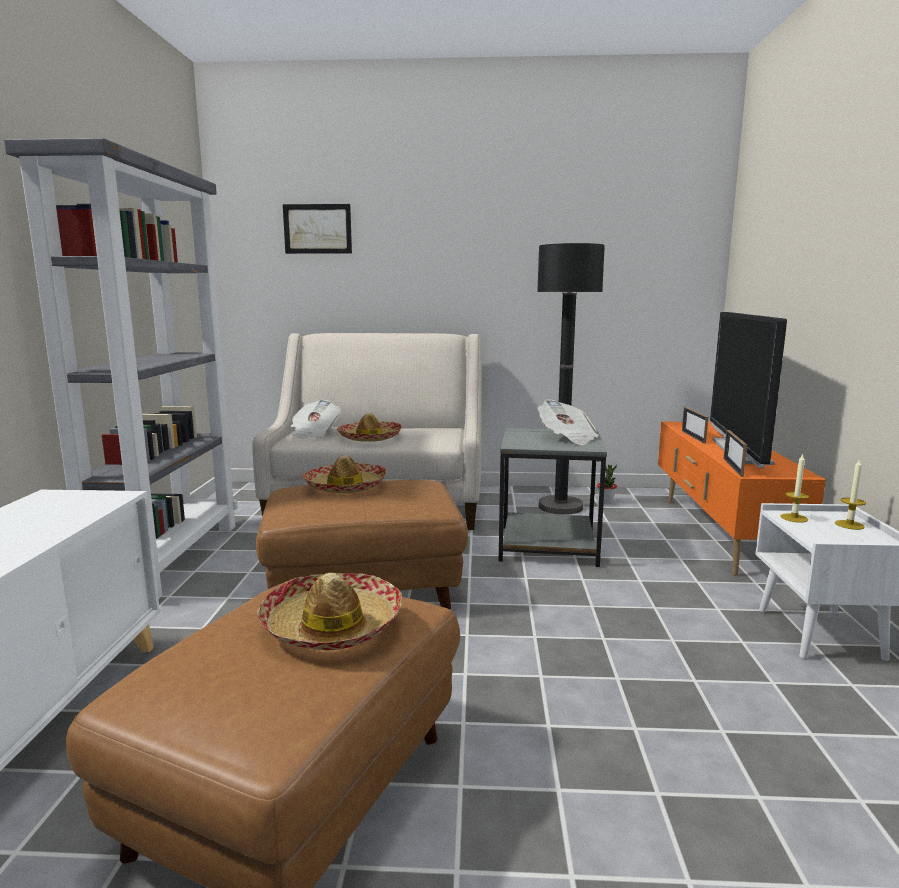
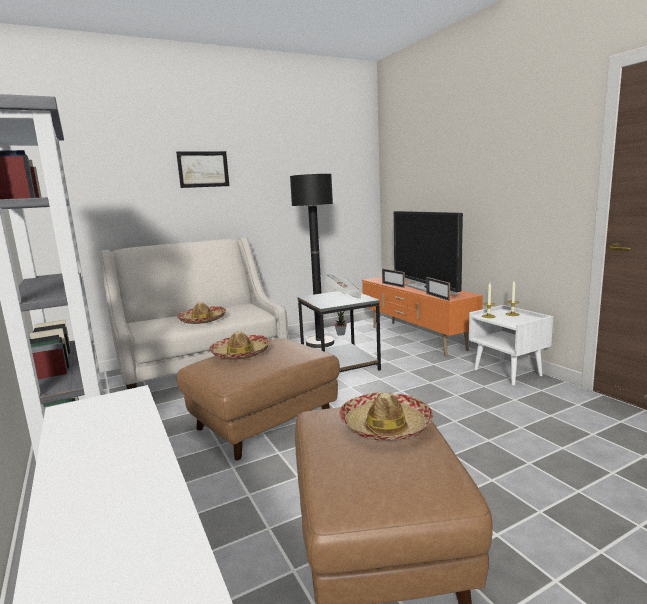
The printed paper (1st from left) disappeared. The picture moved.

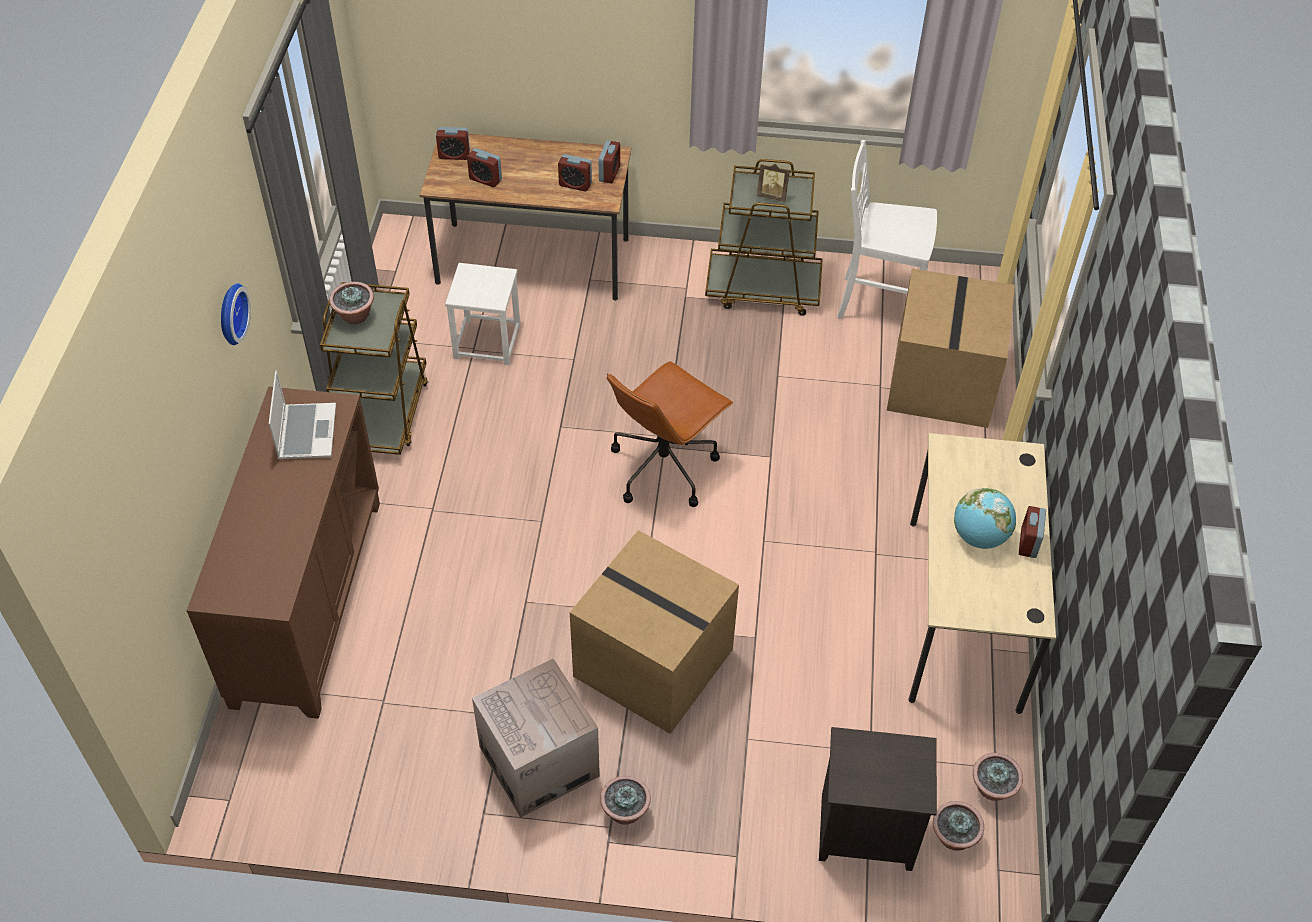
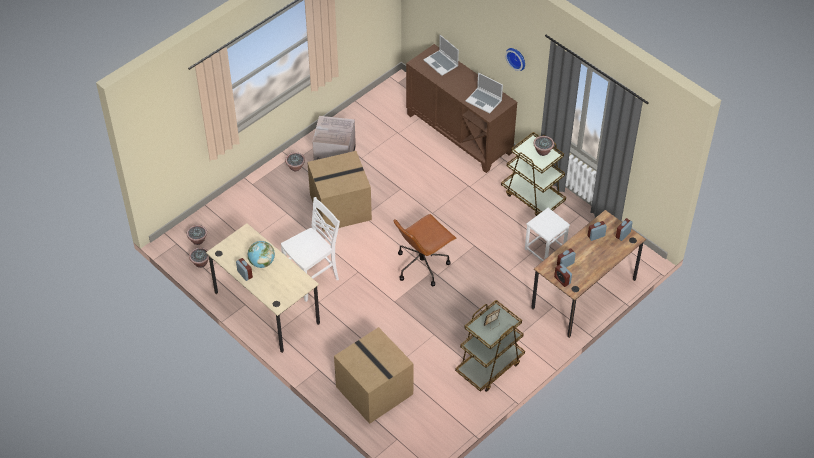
The bedside table (black-coloured) disappeared. The laptop (1st from left) appeared. The plain chair (white-coloured) moved. The desk chair (brown-coloured) turned 120 degrees counterclockwise.

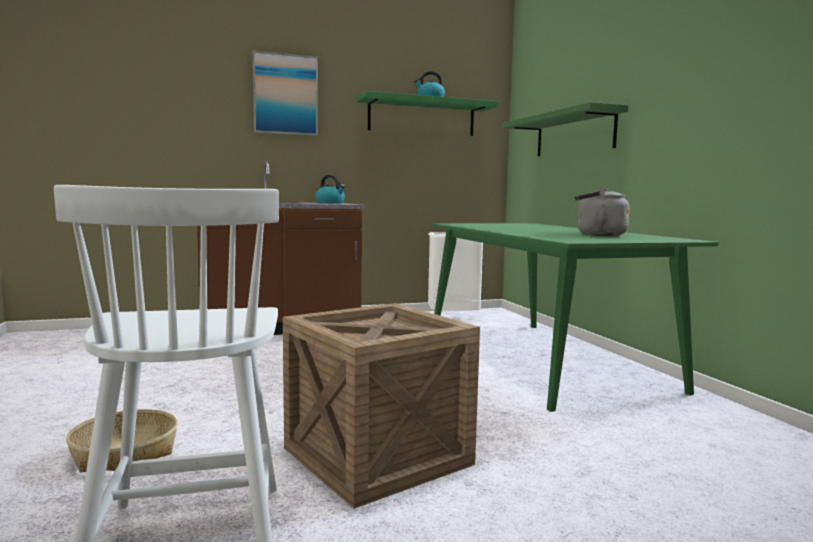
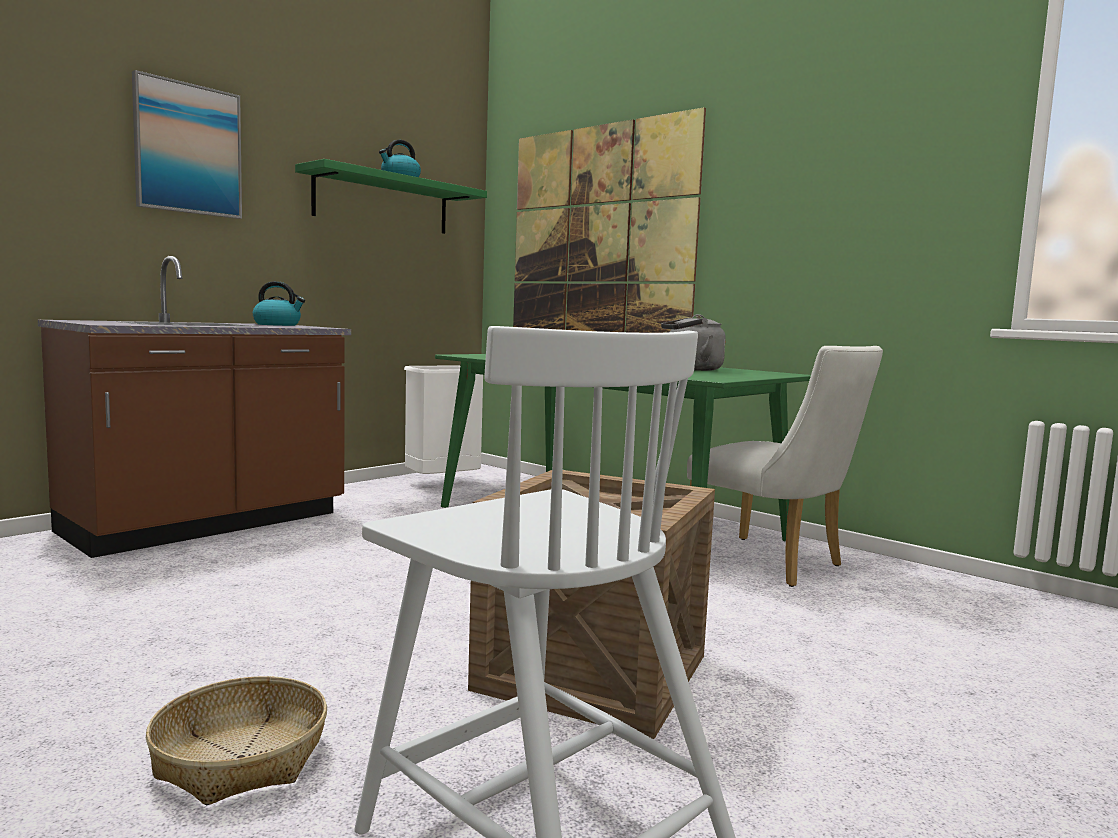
The plain chair (white-coloured) (2nd from left) appeared. The bracket shelf (green) (2nd from left) was replaced by the picture (2nd from left).

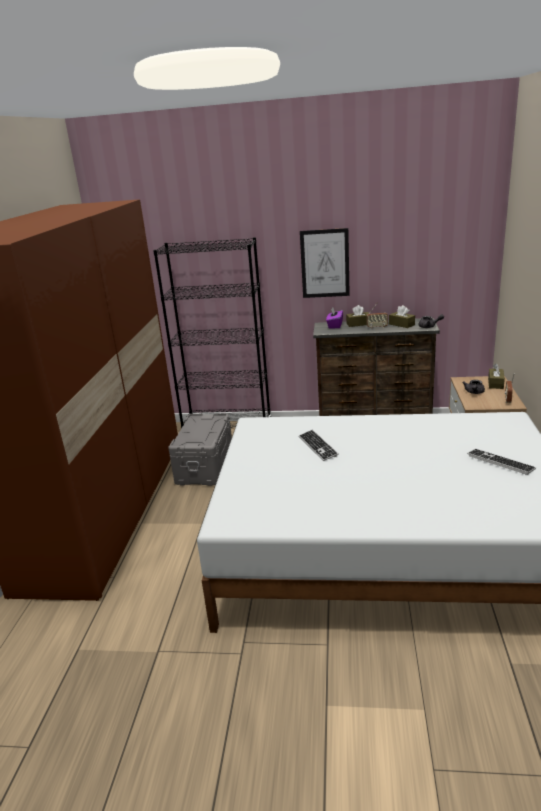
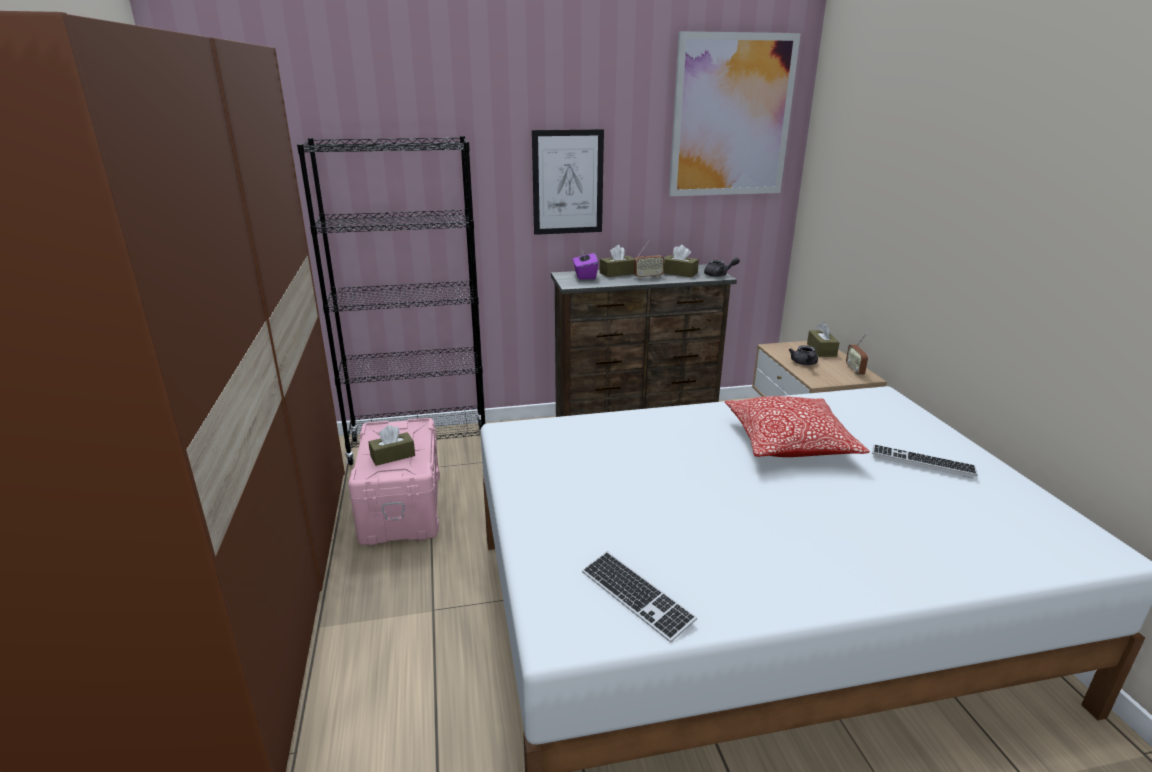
The tissue holder (brown-coloured) (1st from left) appeared. The picture (2nd from left) appeared. The pillow appeared. The keyboard (1st from left) moved. The storage container (gray) became the storage container (pink-coloured).

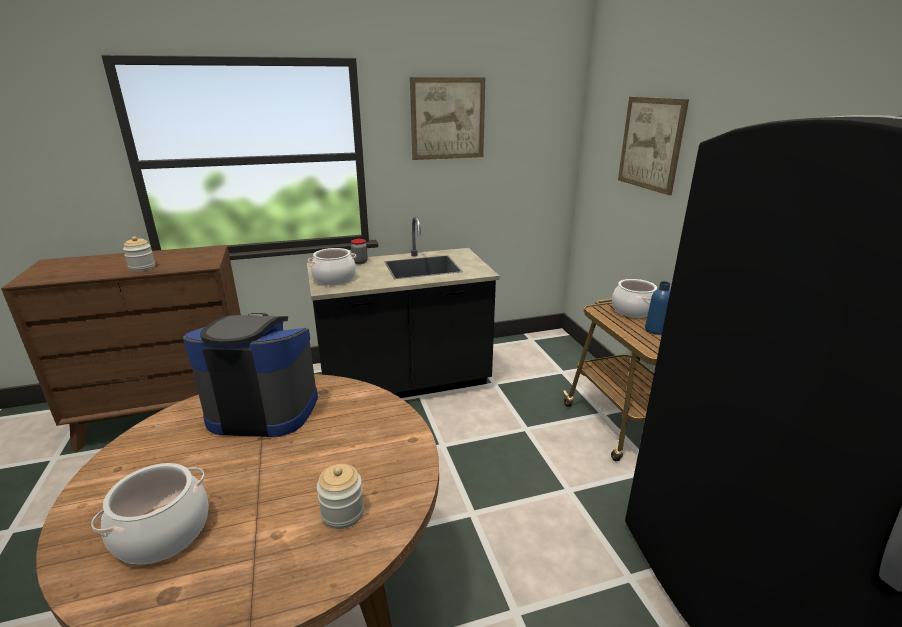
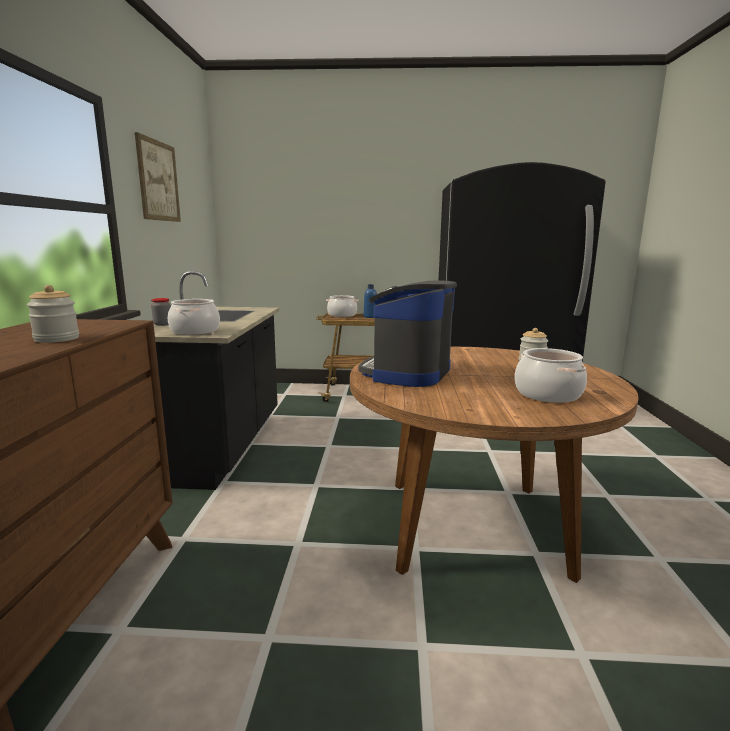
The picture (2nd from left) disappeared.

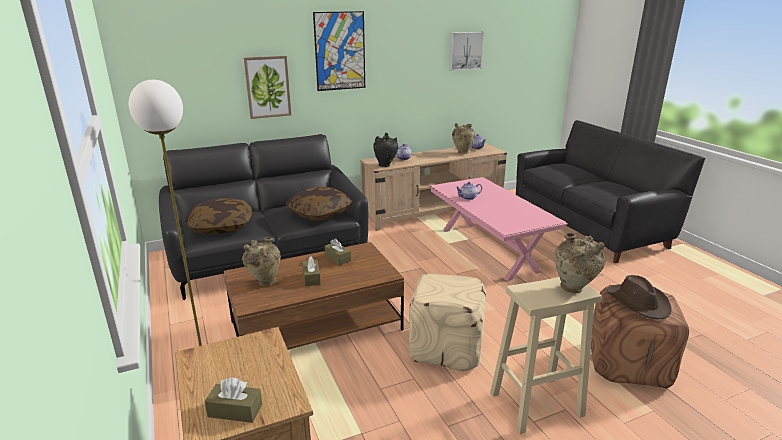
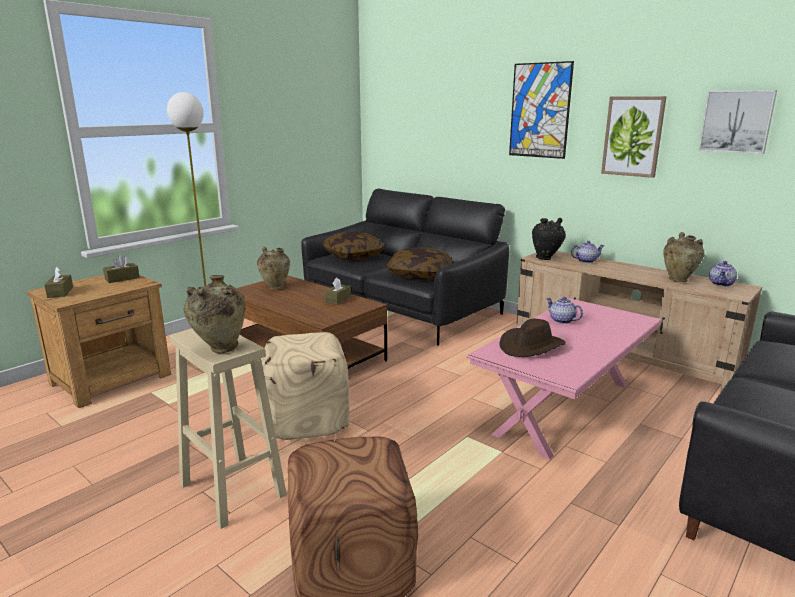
The picture (1st from left in the first image) moved. The tissue holder (brown-coloured) (2nd from left) moved. The clothing hat (brown-coloured) moved.

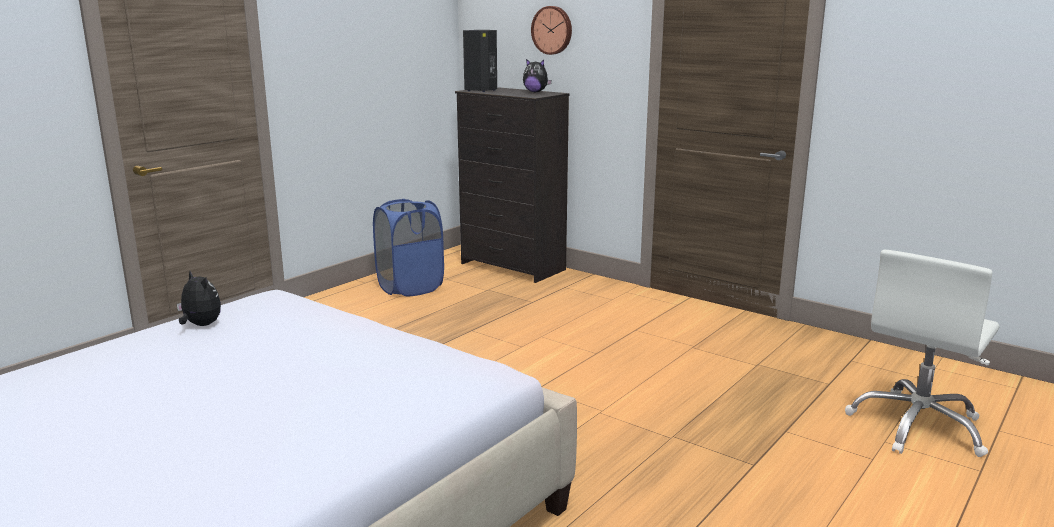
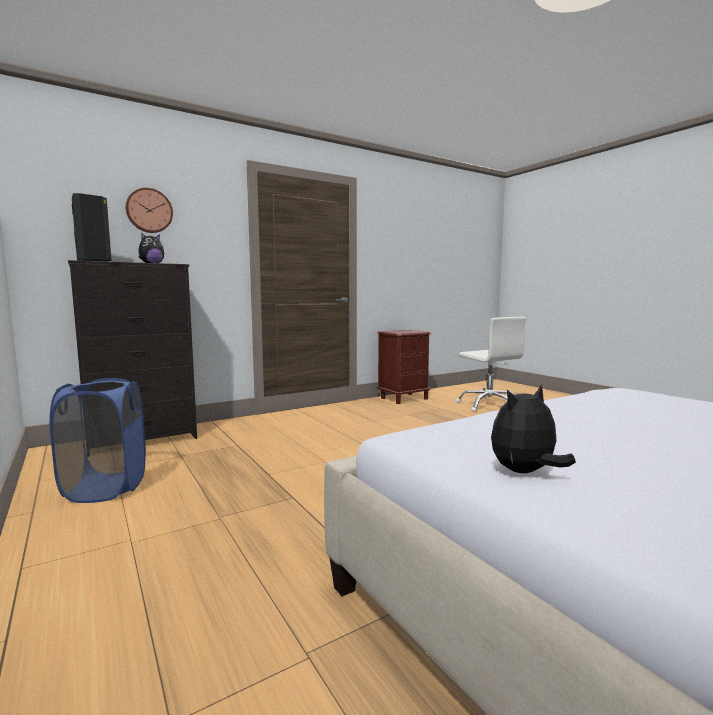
The bedside table (brown-coloured) appeared.

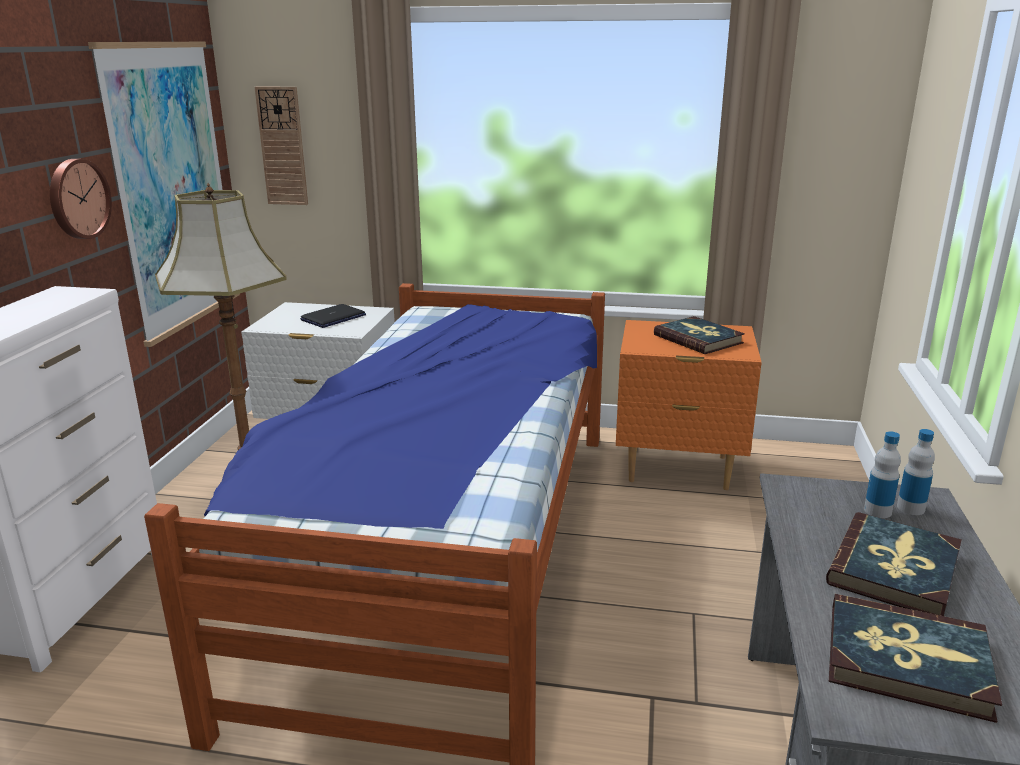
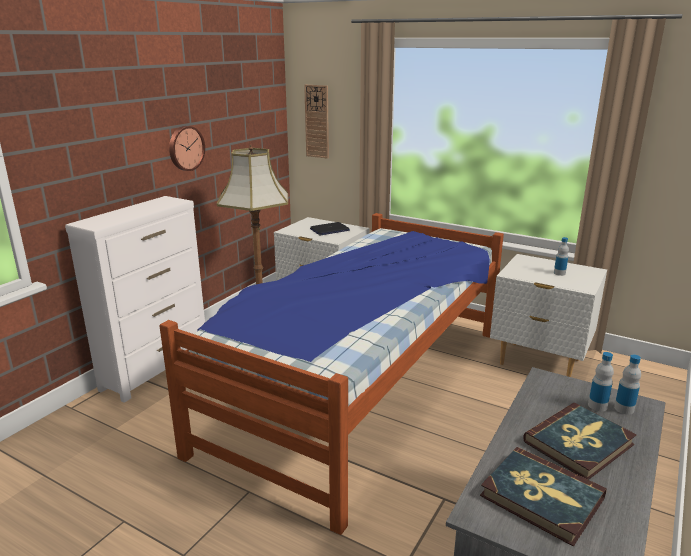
The picture disappeared. The book (1st from left) was replaced by the drink bottle (1st from left). The bedside table (orange) became the bedside table (white-coloured) (2nd from left).

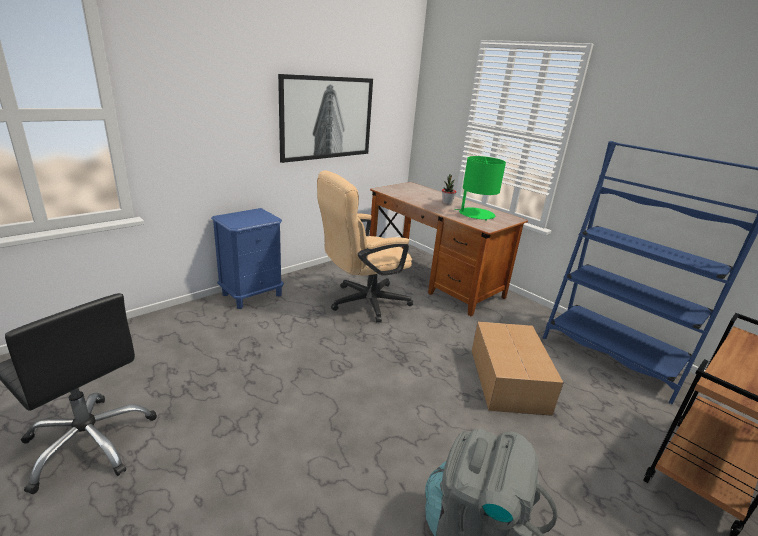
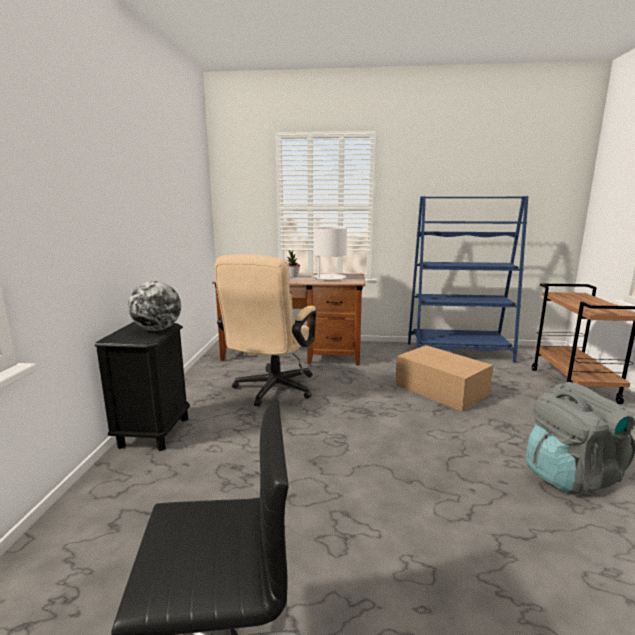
The picture disappeared. The world globe appeared. The bedside table (bluish) became the bedside table (black-coloured). The tabletop lamp (green) became the tabletop lamp (white-coloured).

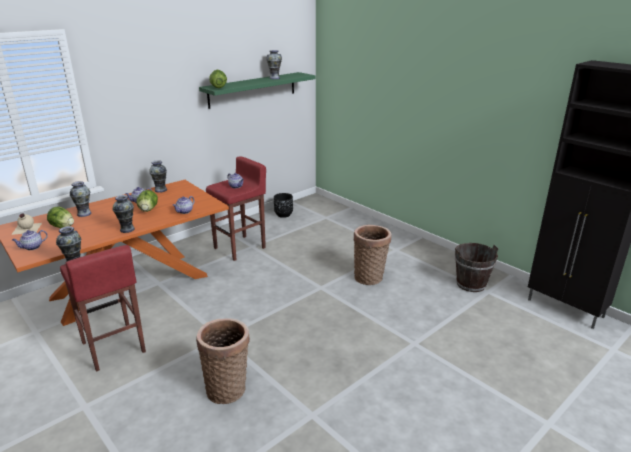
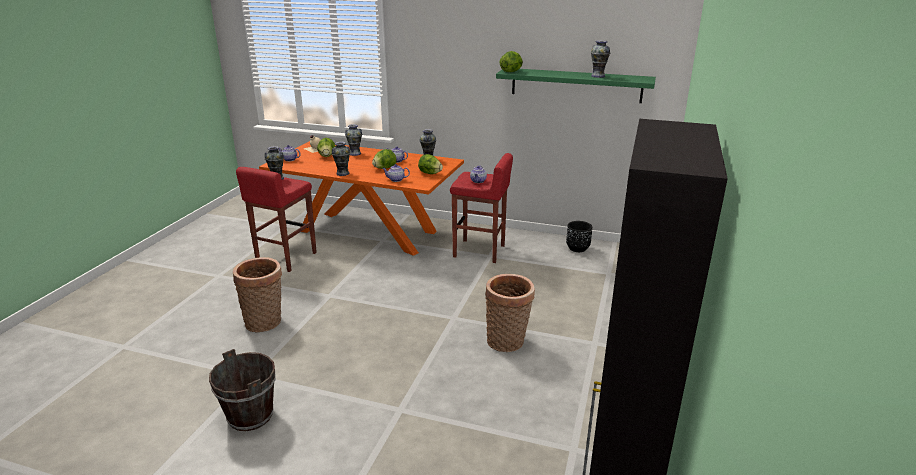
The lettuce (3rd from left) appeared. The water bucket (brown-coloured) moved.

